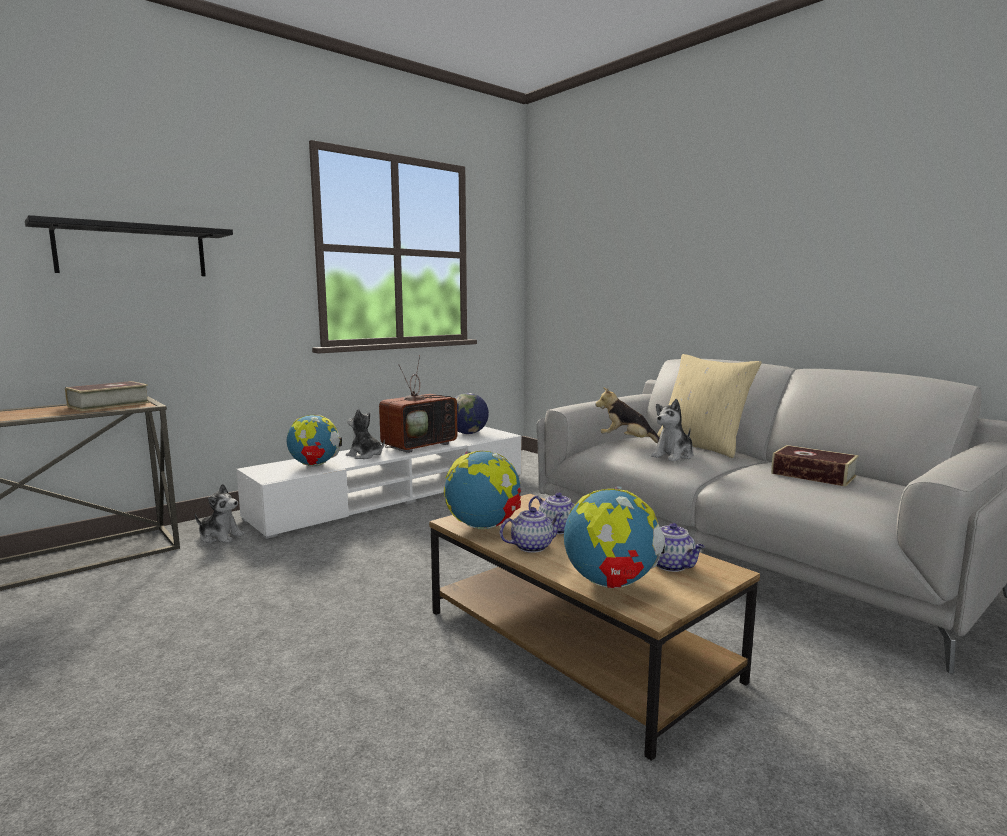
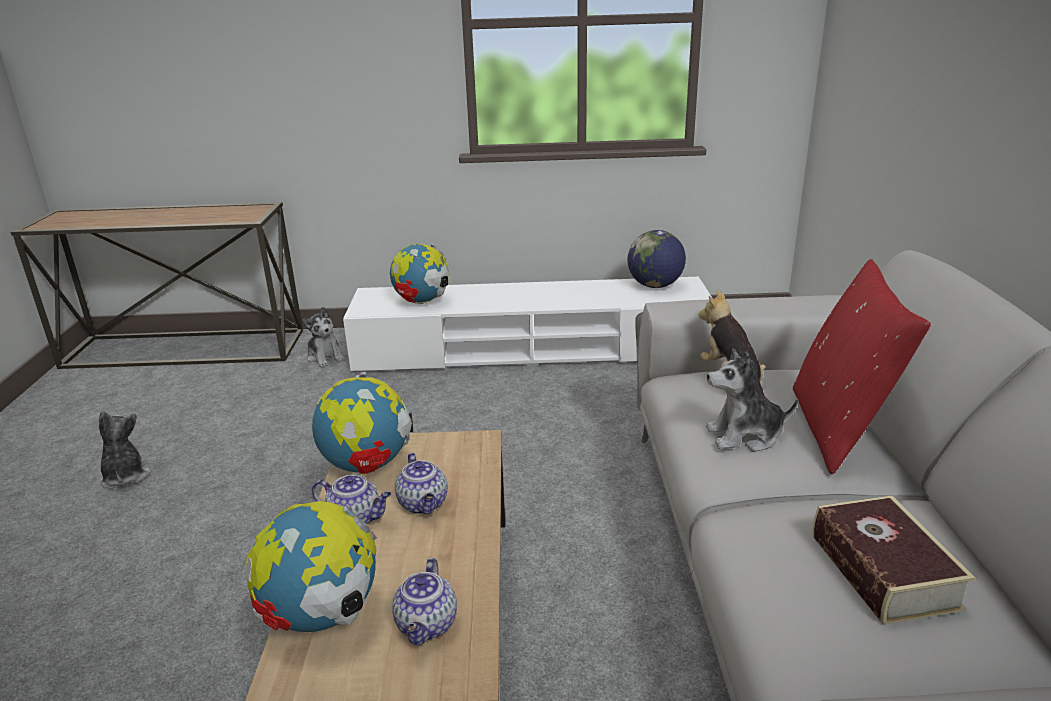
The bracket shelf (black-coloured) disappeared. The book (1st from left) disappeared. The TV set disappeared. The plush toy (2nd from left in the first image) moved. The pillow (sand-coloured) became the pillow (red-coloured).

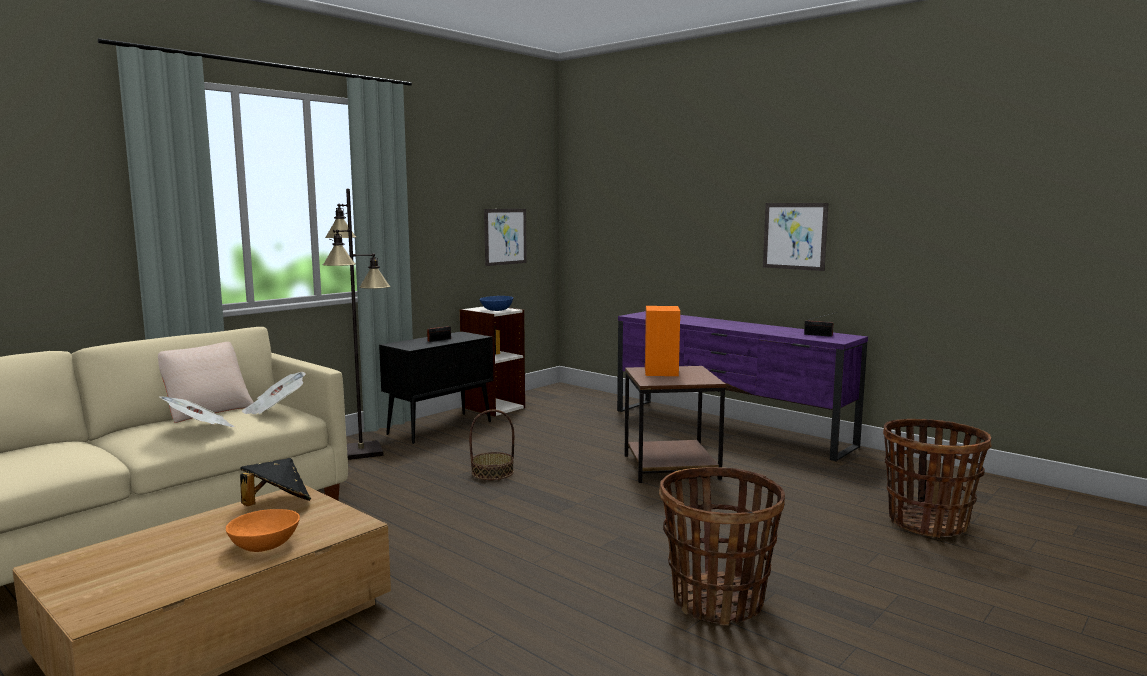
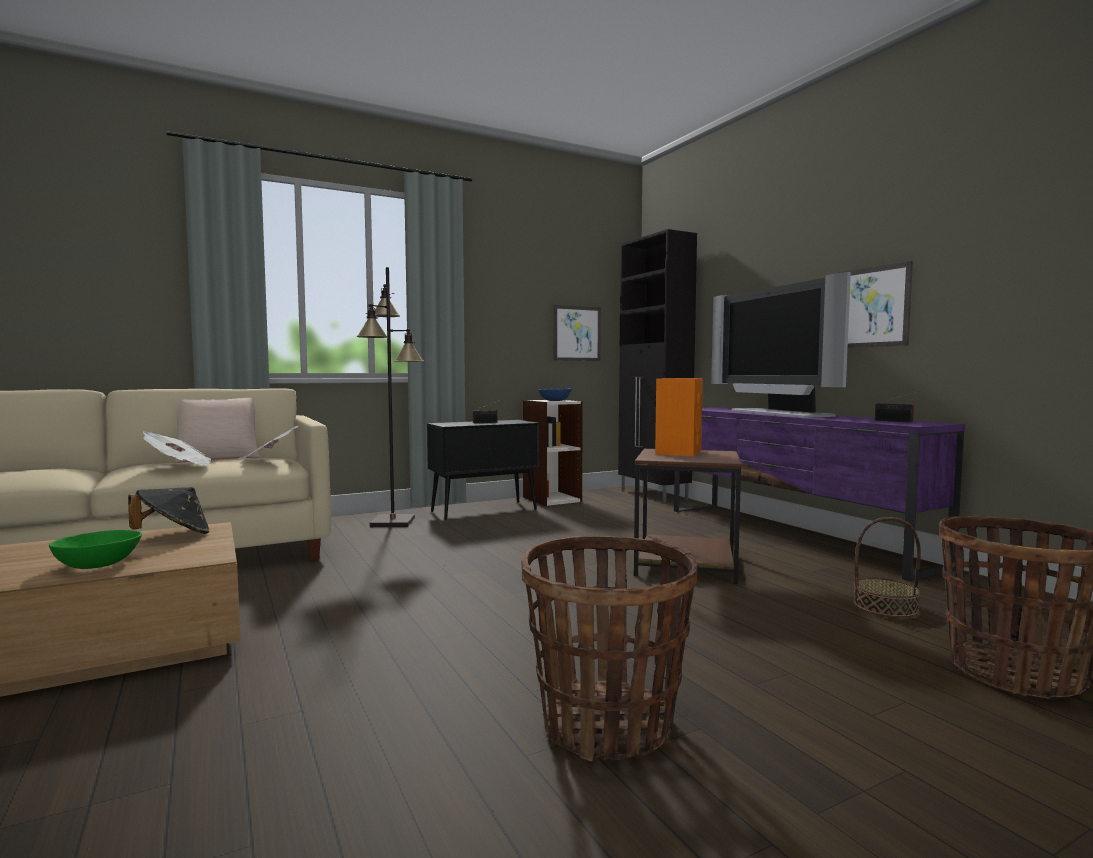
The storage cabinet (black-coloured) (2nd from left) appeared. The TV set appeared. The basket (1st from left in the first image) moved. The bowl (orange) became the bowl (green).

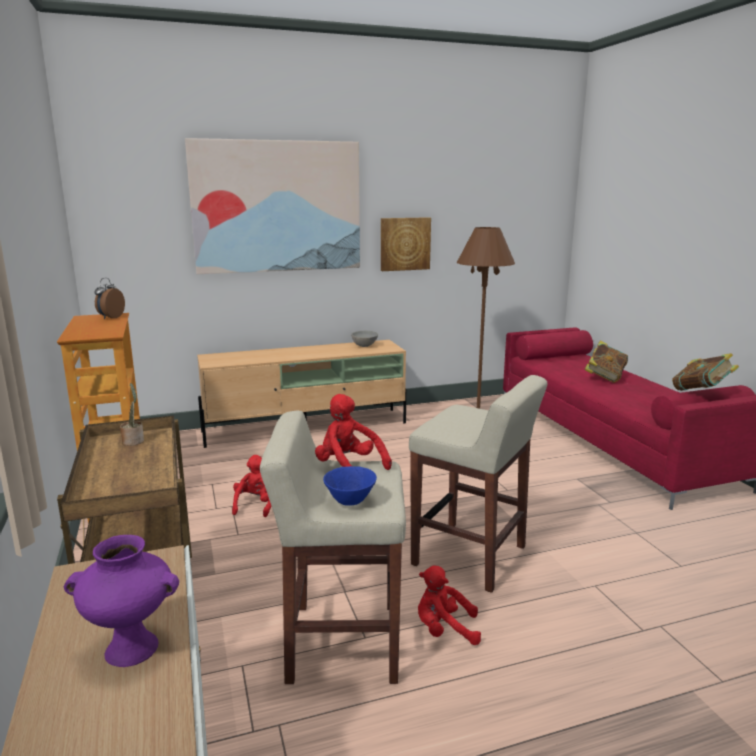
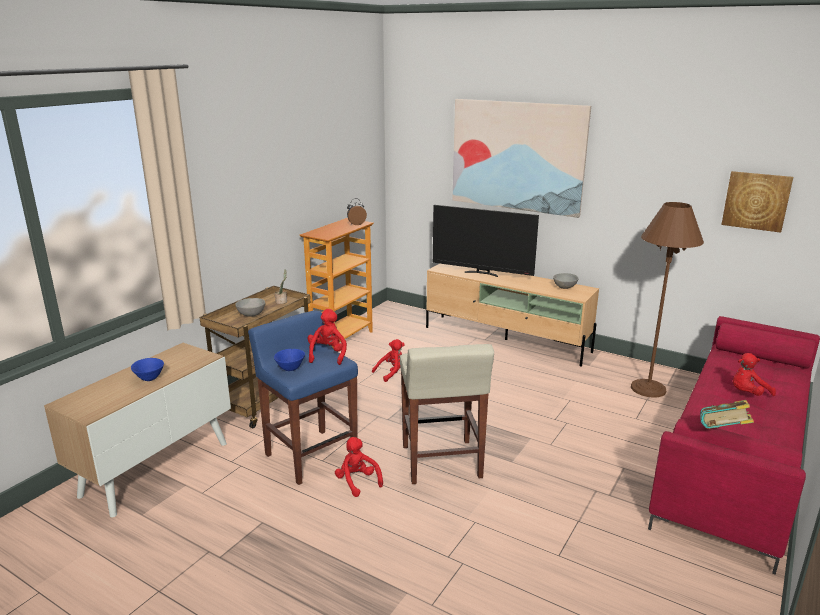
The bowl (gray) (1st from left) appeared. The TV set appeared. The picture (2nd from left) moved. The flower vase (purple) was replaced by the bowl (bluish) (1st from left). The book (1st from left) was replaced by the plush toy (red-coloured) (4th from left). The stool seat (sand-coloured) (1st from left) became the stool seat (bluish).

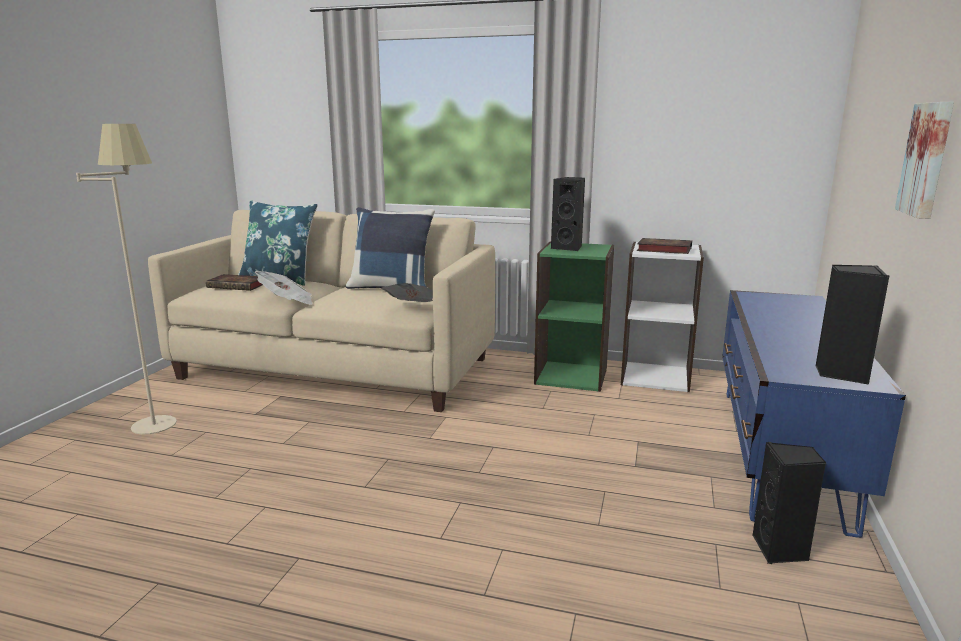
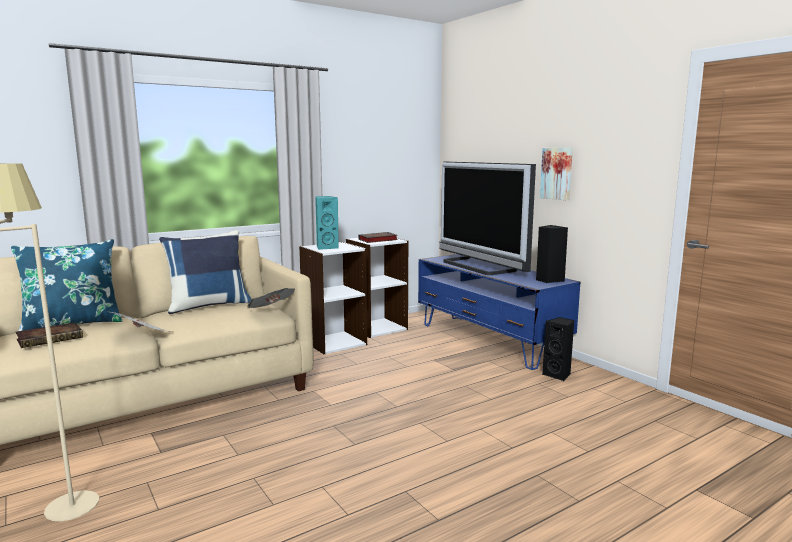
The TV set appeared. The bookcase (green) became the bookcase (white-coloured) (1st from left). The speaker (black-coloured) (1st from left) became the speaker (blue-green).

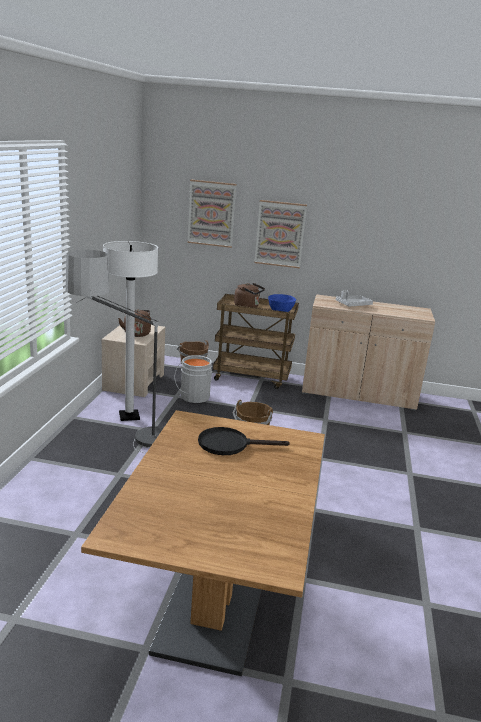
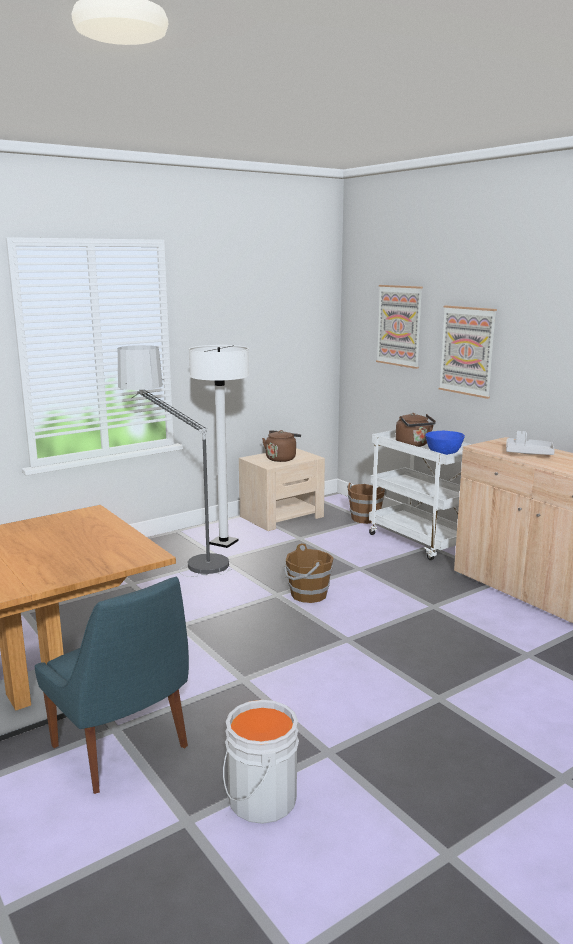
The frying pan (black-coloured) disappeared. The plain chair (bluish) appeared. The water bucket (gray) moved. The wheeled cart (brown-coloured) became the wheeled cart (white-coloured).

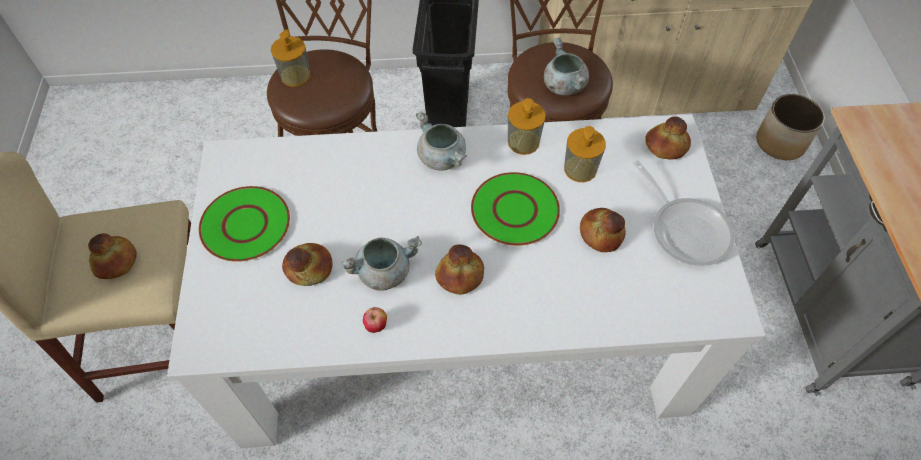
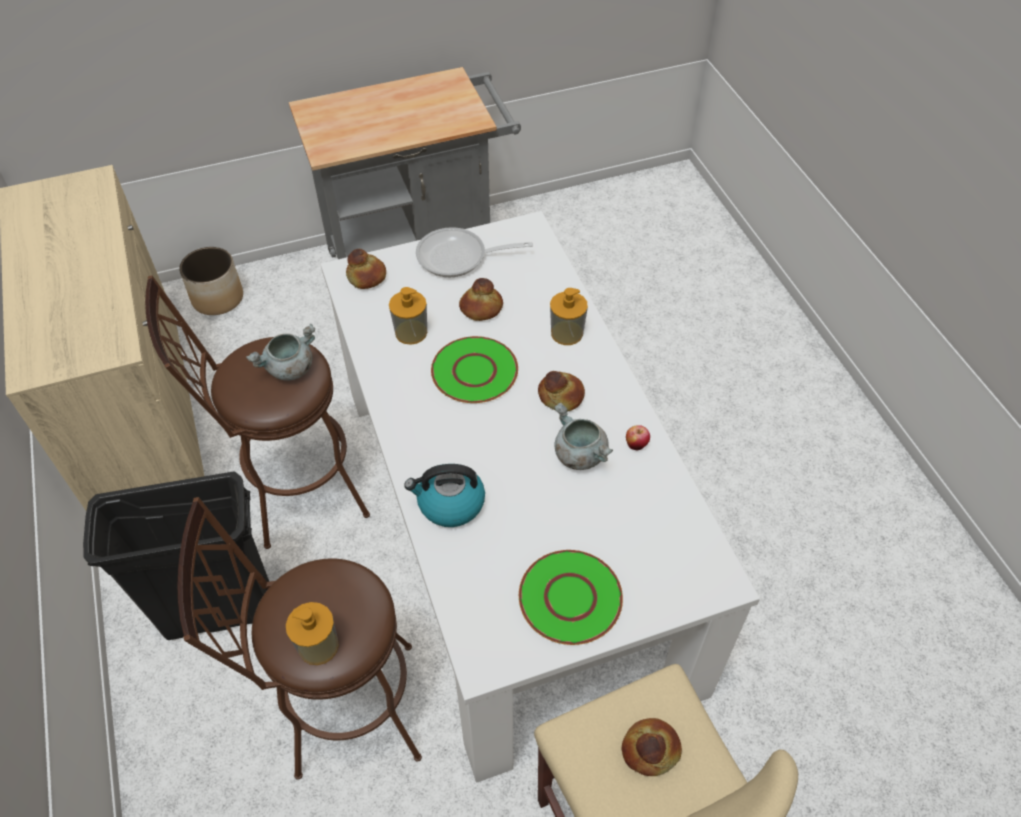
The bakery bread (2nd from left) disappeared. The saucepot (gray) (2nd from left) disappeared. The tea kettle appeared. The soap bottle (2nd from left in the first image) moved. The frying pan turned 135 degrees counterclockwise.

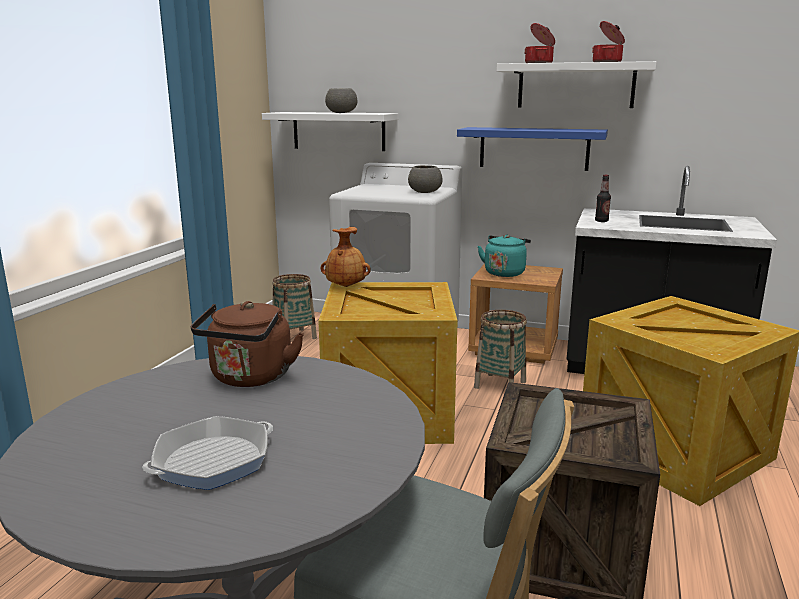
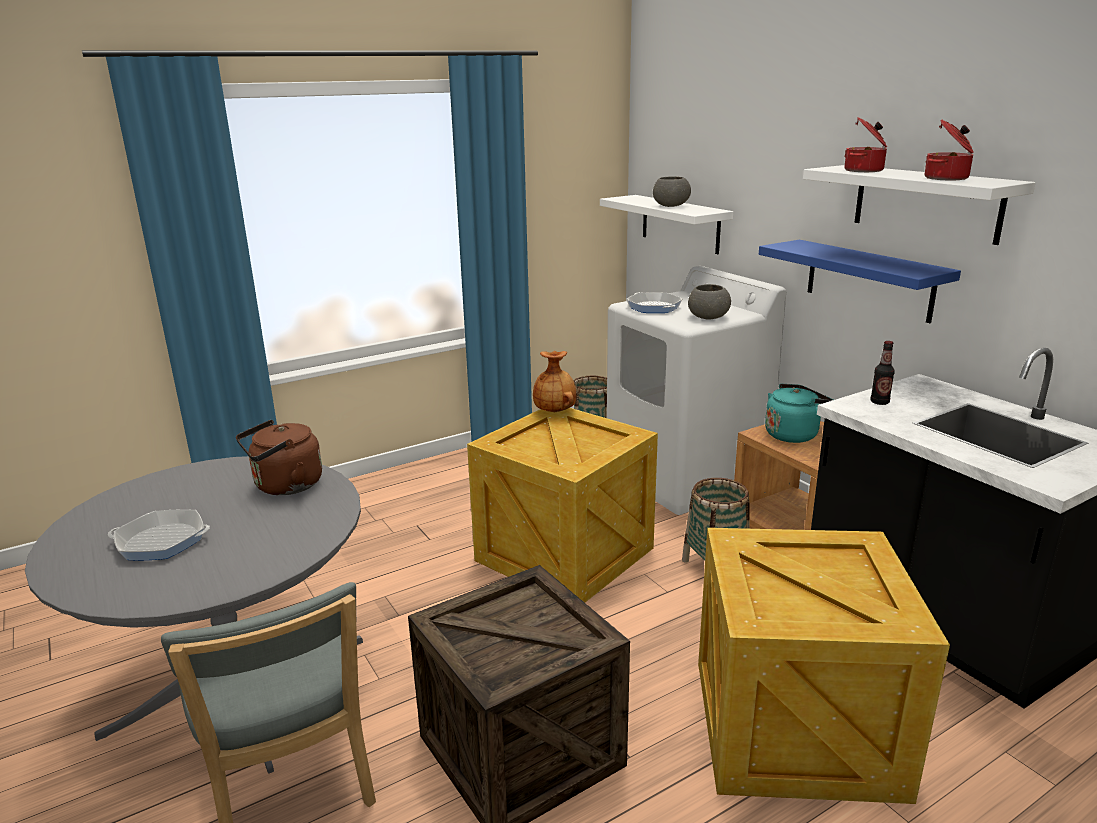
The frying pan (2nd from left) appeared.

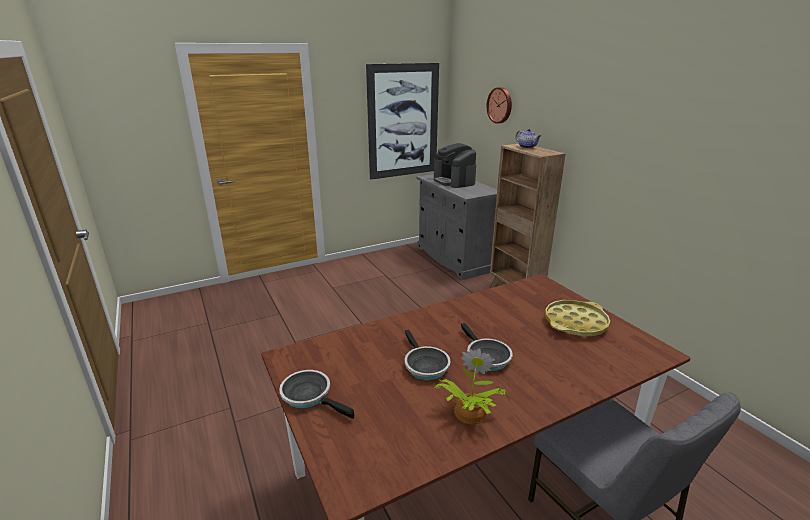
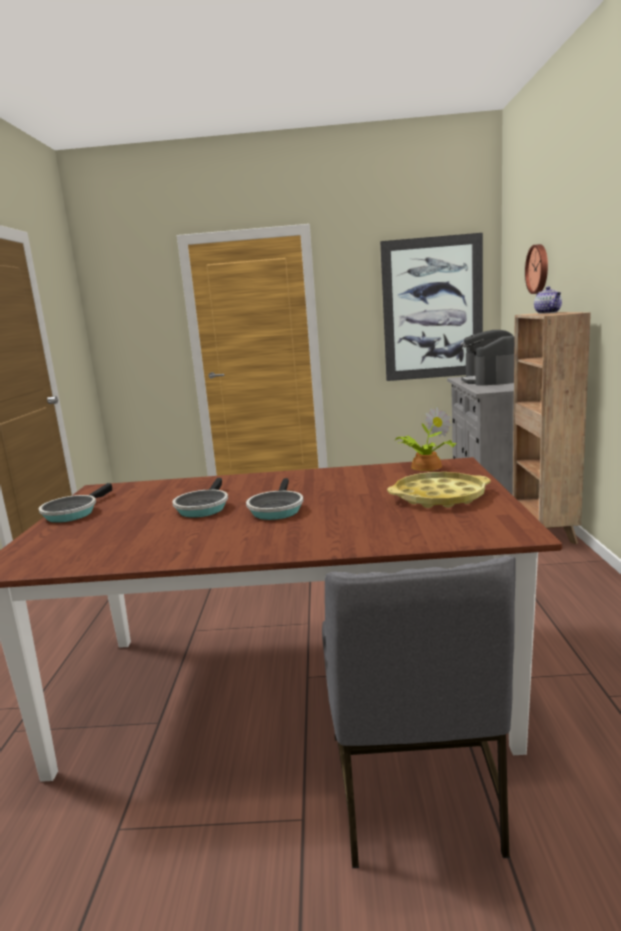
The plant in a pot moved. The frying pan (1st from left) turned 135 degrees counterclockwise.

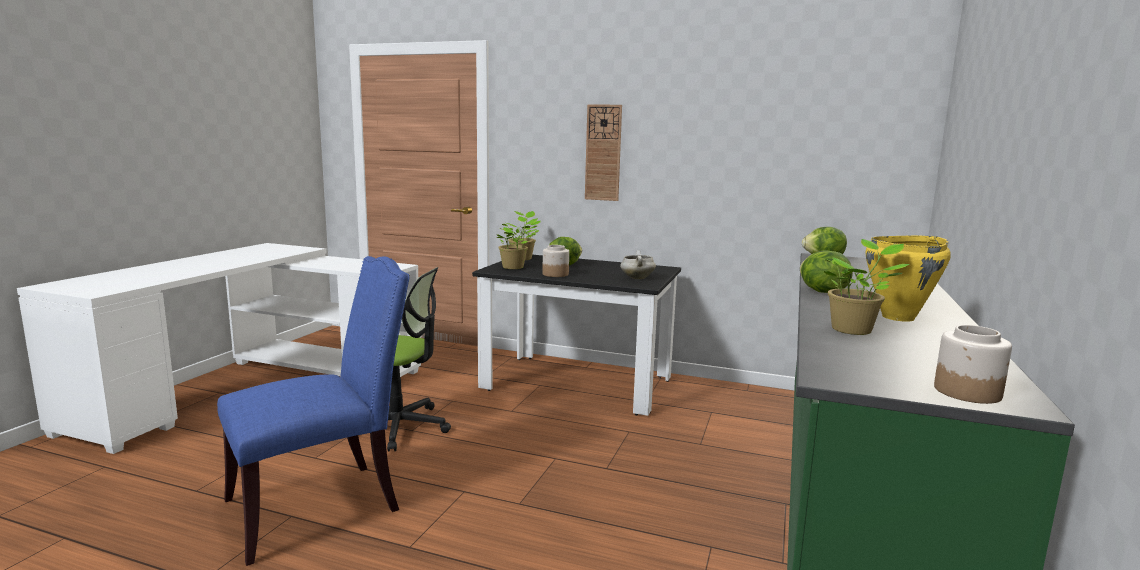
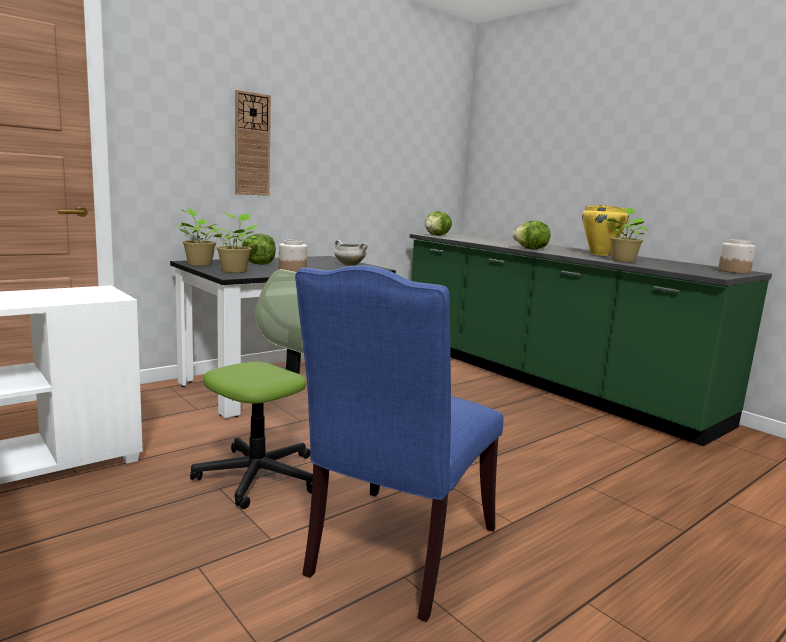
The plain chair (bluish) turned 150 degrees counterclockwise.

